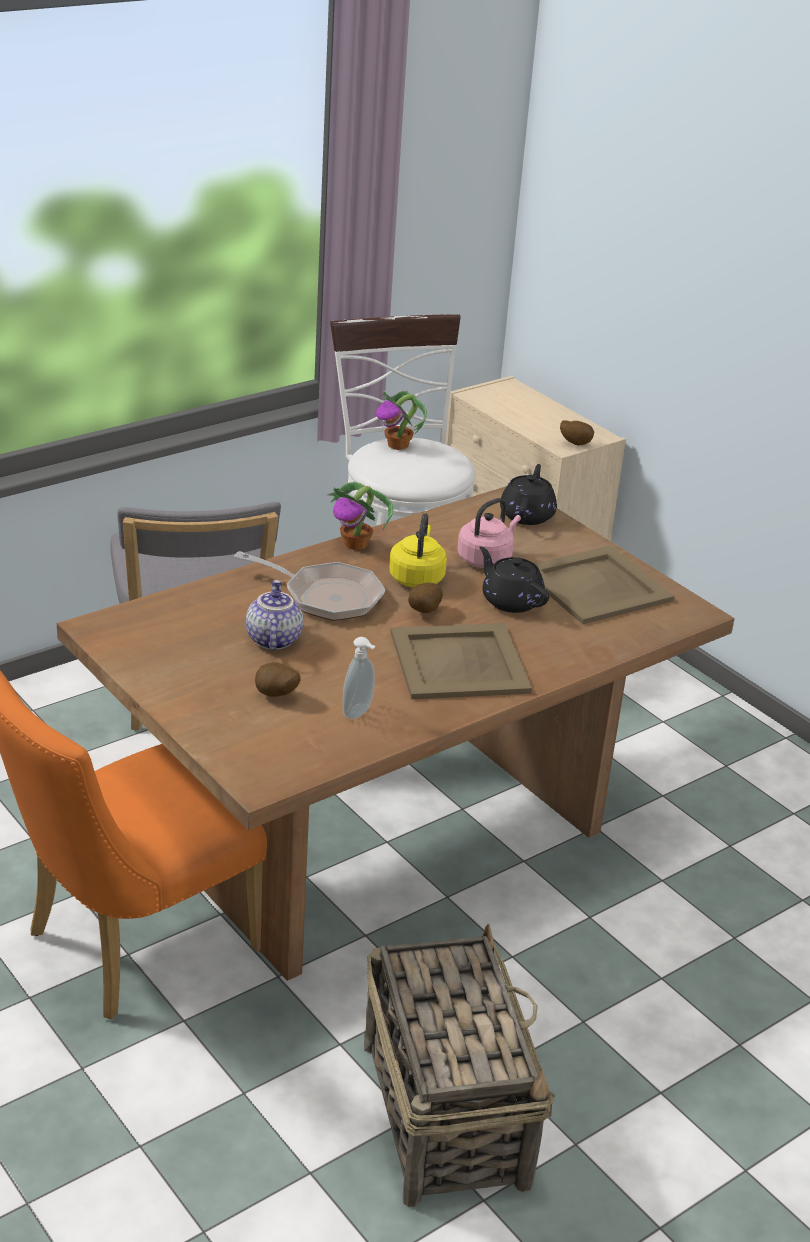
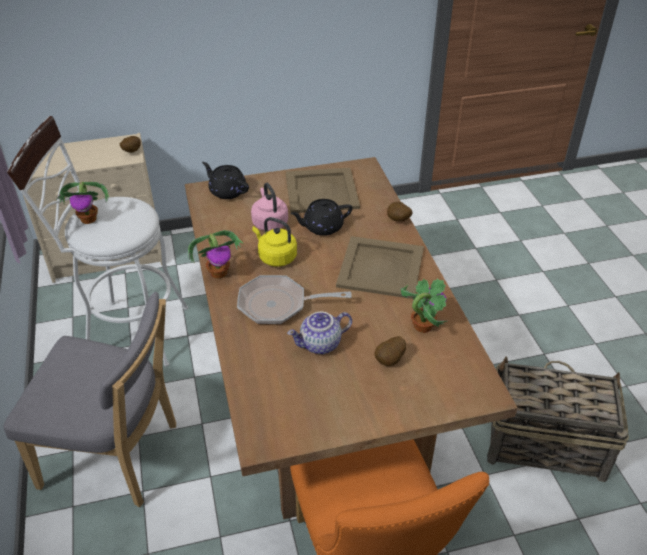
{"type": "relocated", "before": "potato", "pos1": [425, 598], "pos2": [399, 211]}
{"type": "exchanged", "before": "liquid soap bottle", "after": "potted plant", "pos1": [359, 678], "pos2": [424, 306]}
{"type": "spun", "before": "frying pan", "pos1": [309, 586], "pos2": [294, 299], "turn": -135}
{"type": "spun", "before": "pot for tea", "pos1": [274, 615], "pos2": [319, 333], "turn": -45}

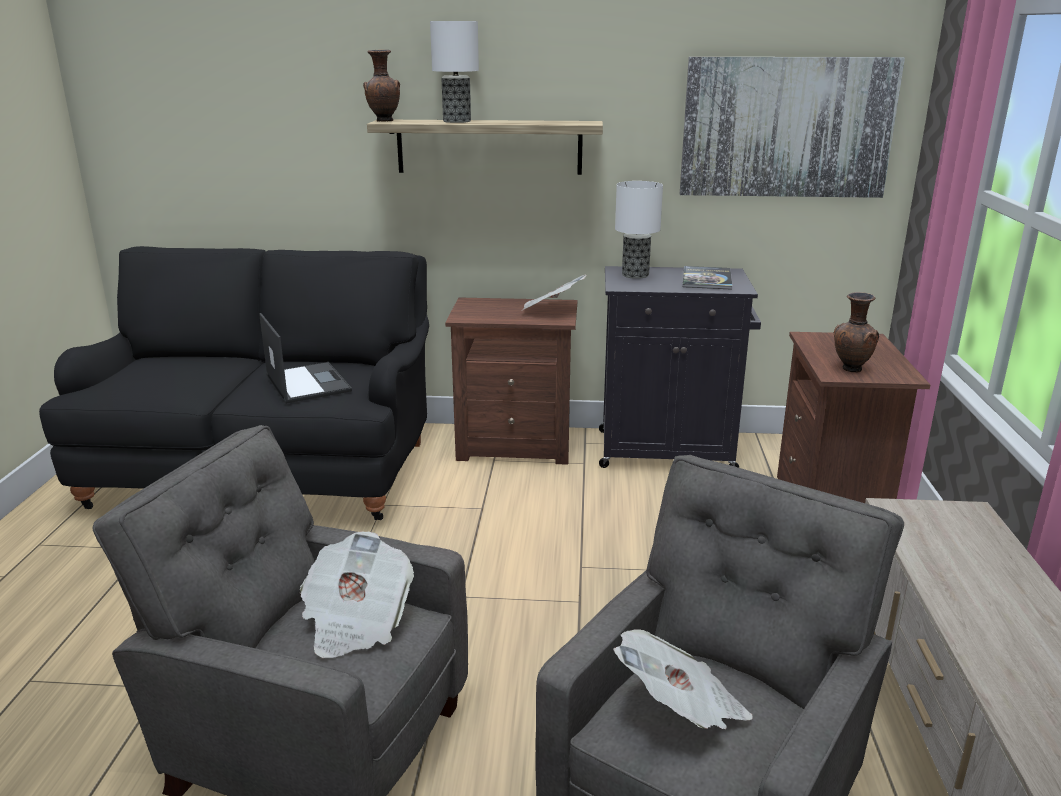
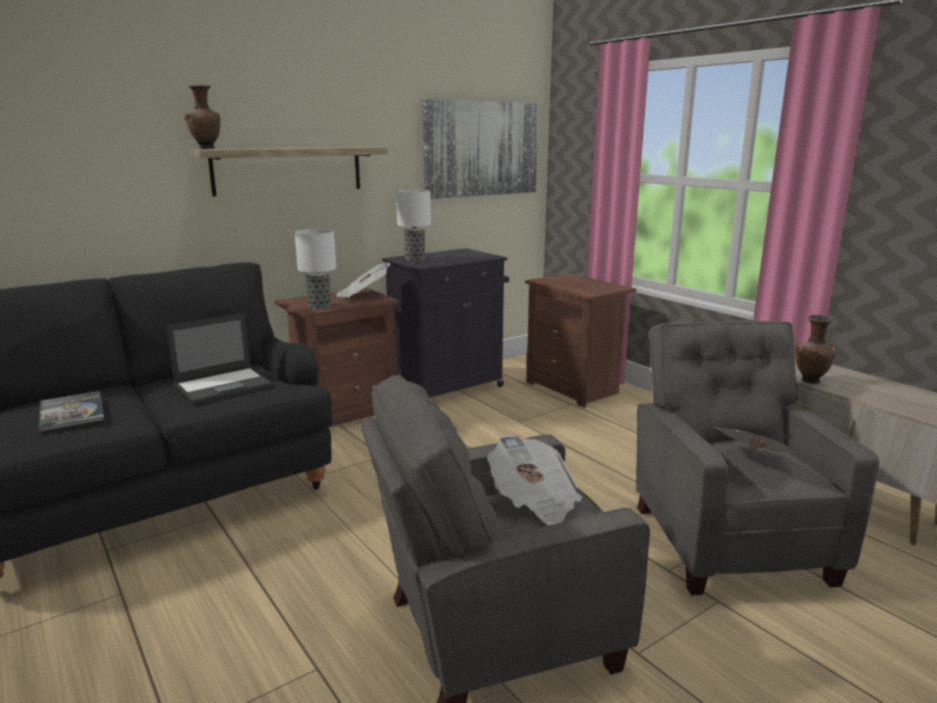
{"type": "relocated", "before": "tabletop lamp", "pos1": [454, 72], "pos2": [315, 269]}
{"type": "relocated", "before": "book", "pos1": [707, 278], "pos2": [71, 411]}
{"type": "relocated", "before": "brown-coloured decorative vase", "pos1": [856, 332], "pos2": [815, 349]}
{"type": "spun", "before": "notebook computer", "pos1": [305, 358], "pos2": [219, 358], "turn": 120}

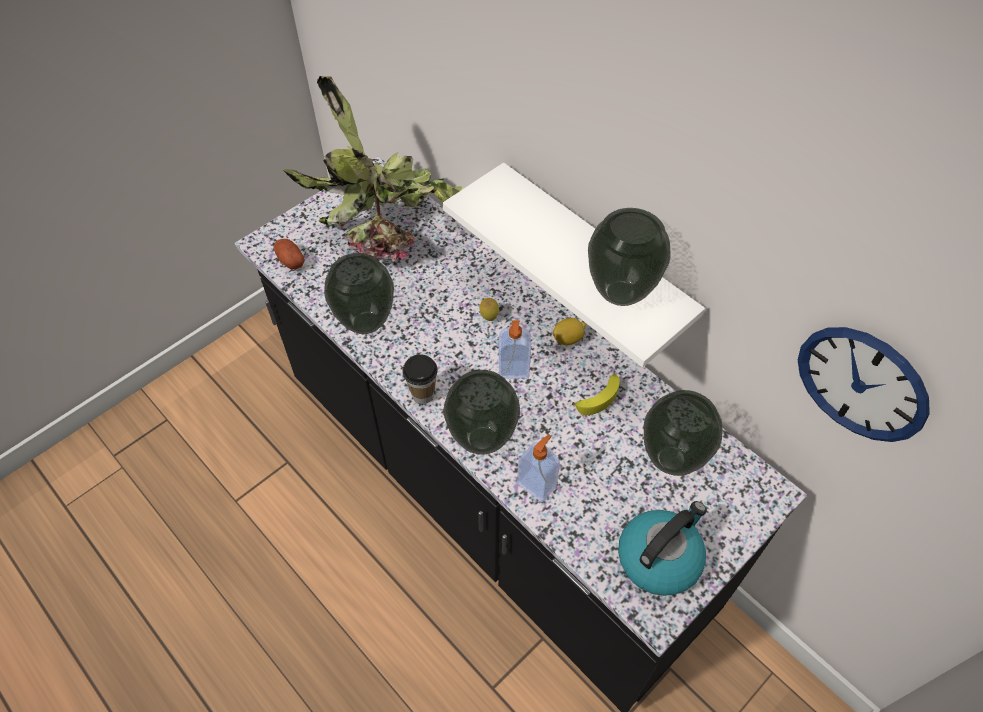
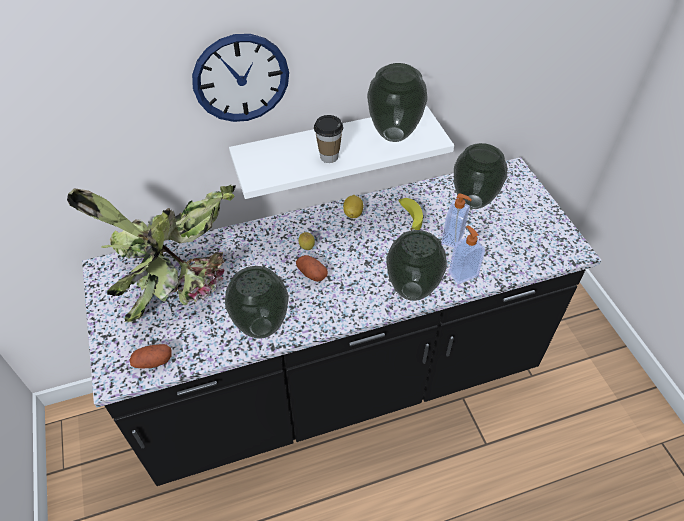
{"type": "missing", "before": "kettle", "pos1": [662, 548]}
{"type": "appeared", "after": "potato", "pos2": [312, 268]}
{"type": "relocated", "before": "cup", "pos1": [420, 379], "pos2": [328, 139]}
{"type": "relocated", "before": "liquid soap bottle", "pos1": [515, 349], "pos2": [456, 220]}
{"type": "relocated", "before": "wall clock", "pos1": [864, 384], "pos2": [240, 78]}

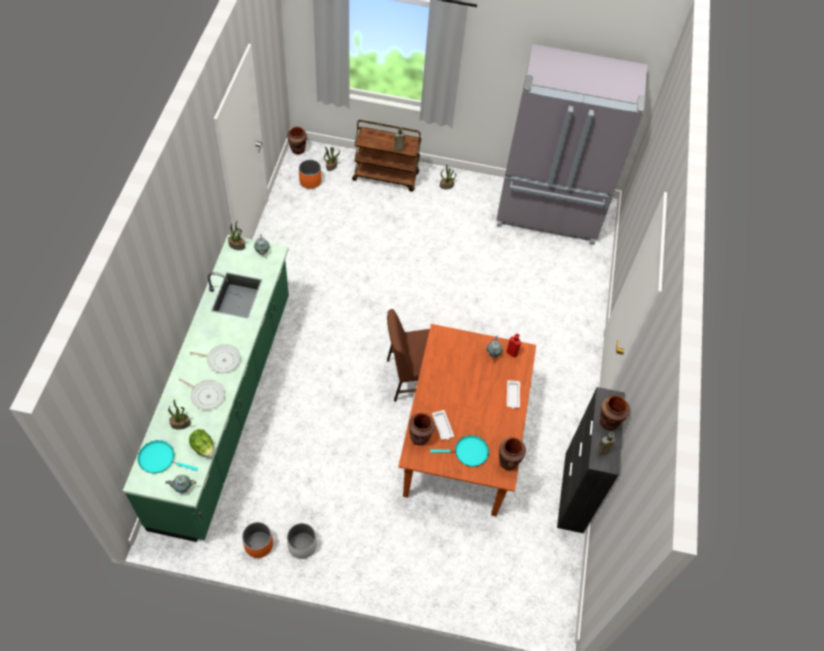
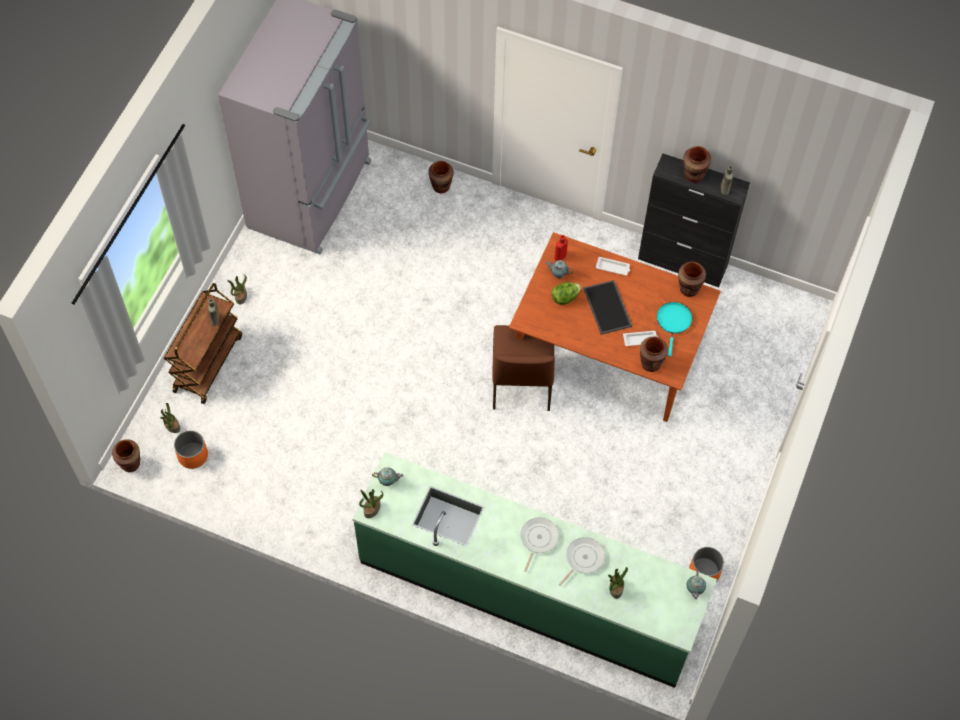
{"type": "missing", "before": "blue-green frying pan", "pos1": [168, 456]}
{"type": "missing", "before": "white plant pot", "pos1": [302, 541]}
{"type": "appeared", "after": "brown-coloured decorative vase", "pos2": [441, 177]}
{"type": "appeared", "after": "tray", "pos2": [607, 307]}
{"type": "relocated", "before": "lettuce", "pos1": [201, 443], "pos2": [567, 293]}

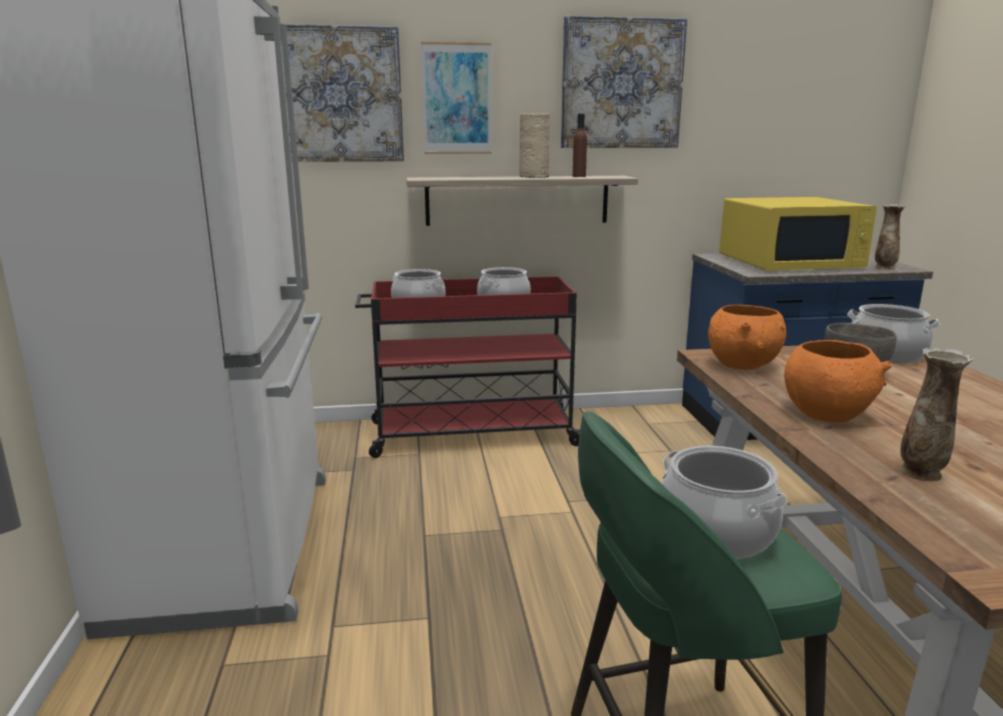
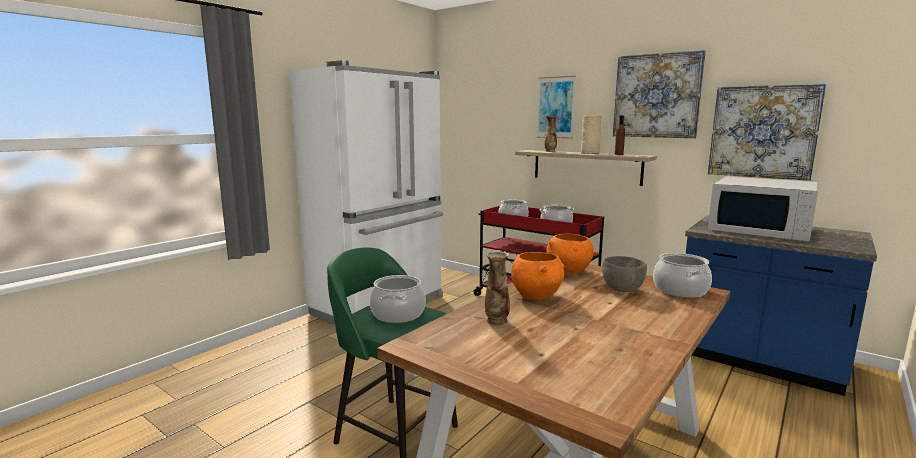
{"type": "relocated", "before": "wall picture", "pos1": [342, 93], "pos2": [767, 132]}
{"type": "relocated", "before": "decorative vase", "pos1": [890, 237], "pos2": [551, 134]}
{"type": "colour", "before": "yellow-coloured microwave oven", "after": "white microwave oven", "pos1": [798, 233], "pos2": [763, 208]}

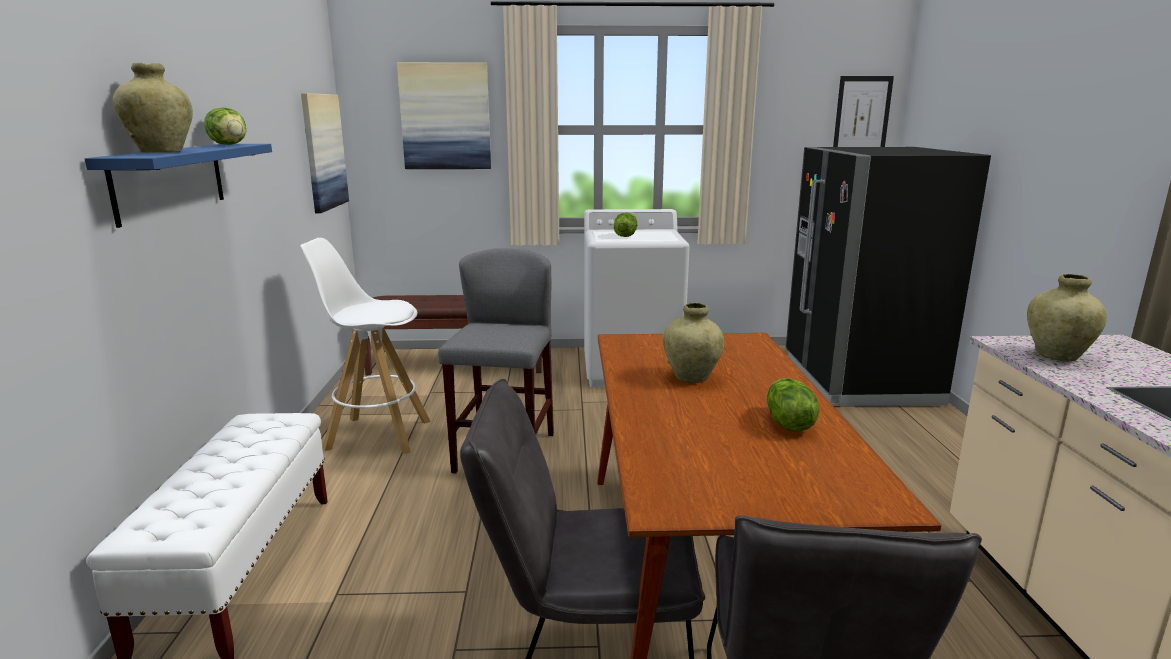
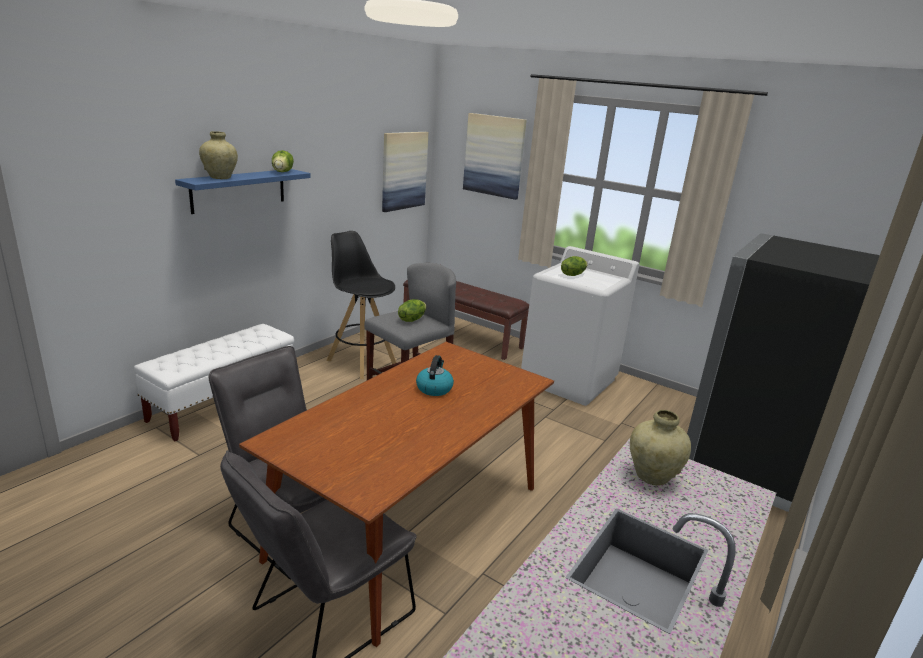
{"type": "missing", "before": "wall picture", "pos1": [863, 111]}
{"type": "relocated", "before": "lettuce", "pos1": [793, 405], "pos2": [412, 310]}
{"type": "exchanged", "before": "beige-coloured decorative vase", "after": "kettle", "pos1": [693, 343], "pos2": [435, 375]}
{"type": "colour", "before": "white stool seat", "after": "blackish stool seat", "pos1": [365, 346], "pos2": [362, 305]}

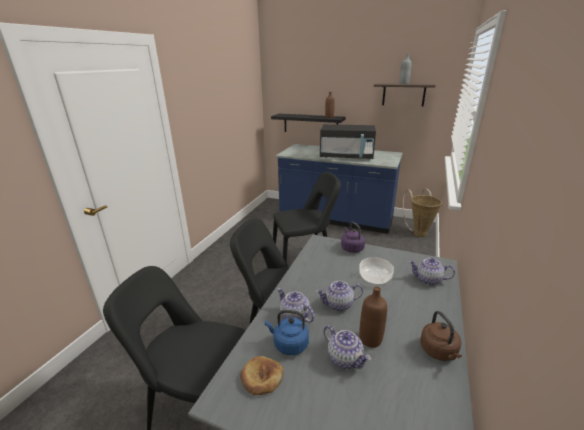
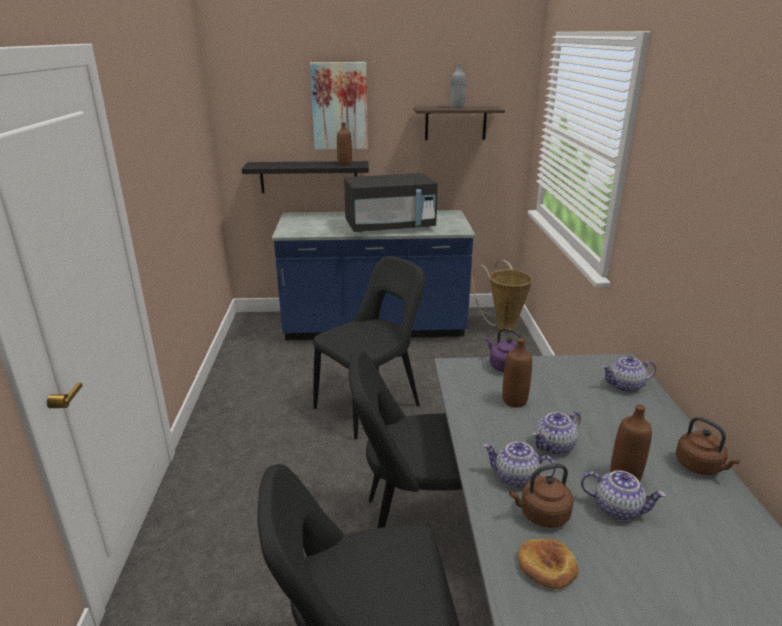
{"type": "missing", "before": "deep dish", "pos1": [376, 271]}
{"type": "appeared", "after": "wall picture", "pos2": [339, 106]}
{"type": "appeared", "after": "brown-coloured drink bottle", "pos2": [517, 373]}
{"type": "colour", "before": "blue kettle", "after": "brown-coloured kettle", "pos1": [287, 332], "pos2": [541, 496]}

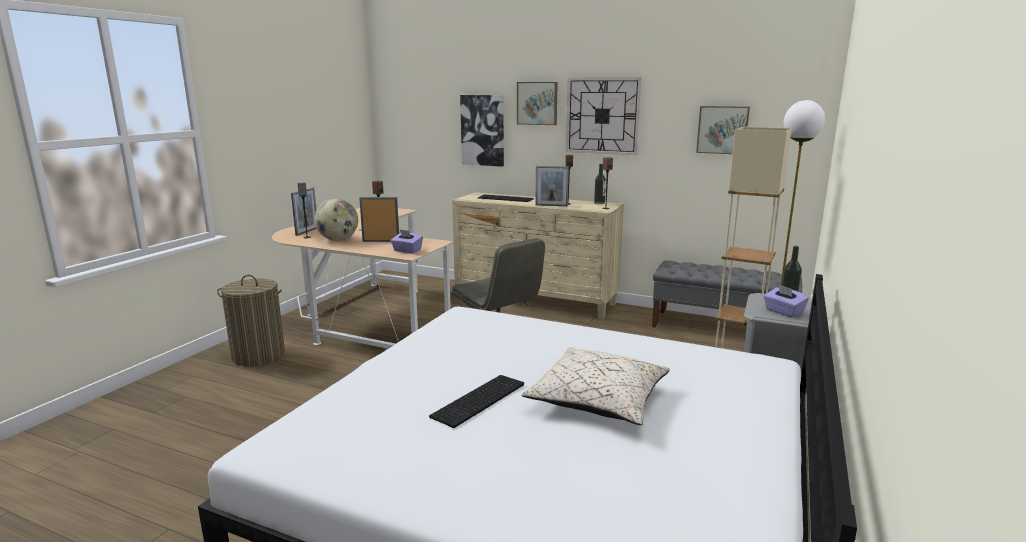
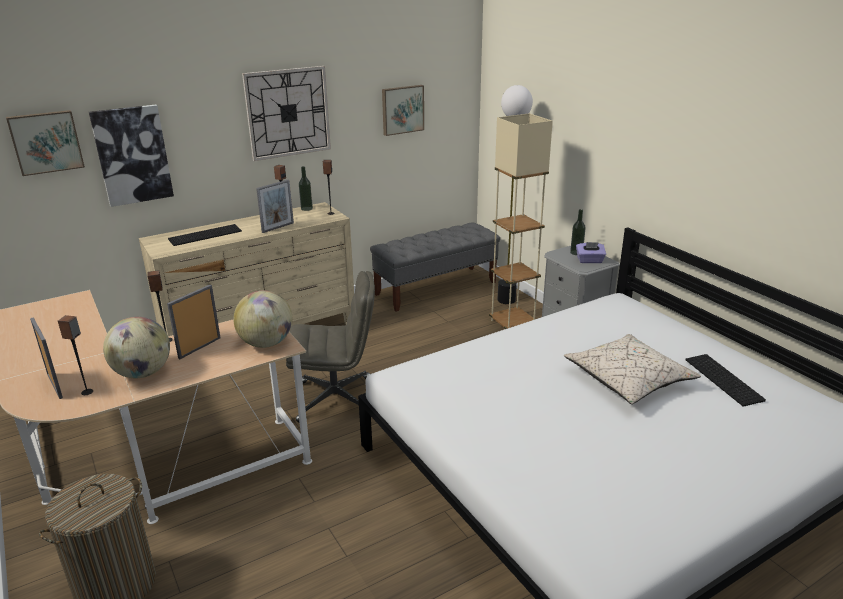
{"type": "relocated", "before": "keyboard", "pos1": [476, 401], "pos2": [726, 380]}
{"type": "relocated", "before": "wall picture", "pos1": [537, 103], "pos2": [45, 143]}
{"type": "exchanged", "before": "purplish tissue holder", "after": "desk globe", "pos1": [407, 241], "pos2": [262, 319]}

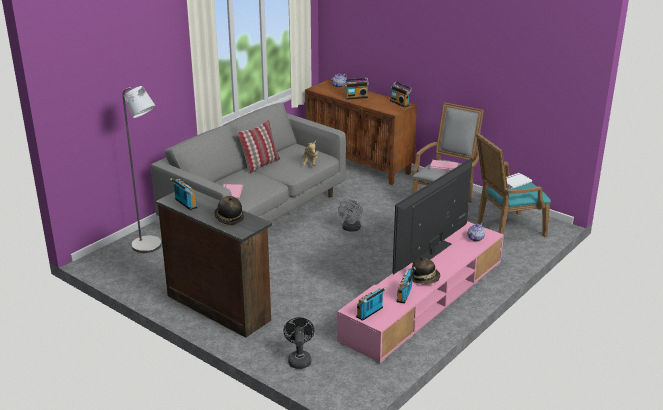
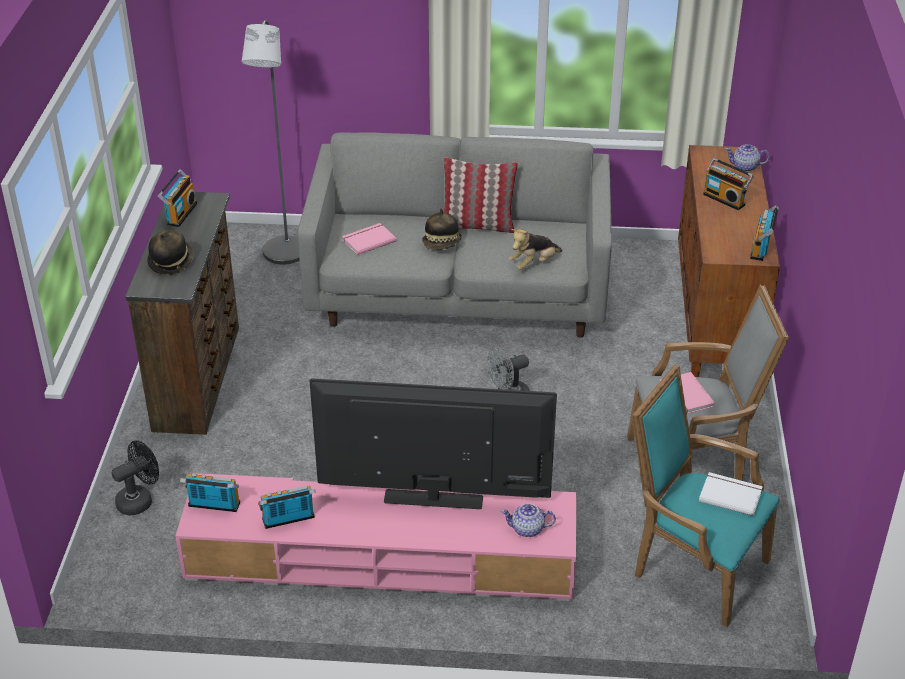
{"type": "relocated", "before": "wearable hat", "pos1": [426, 270], "pos2": [442, 229]}

